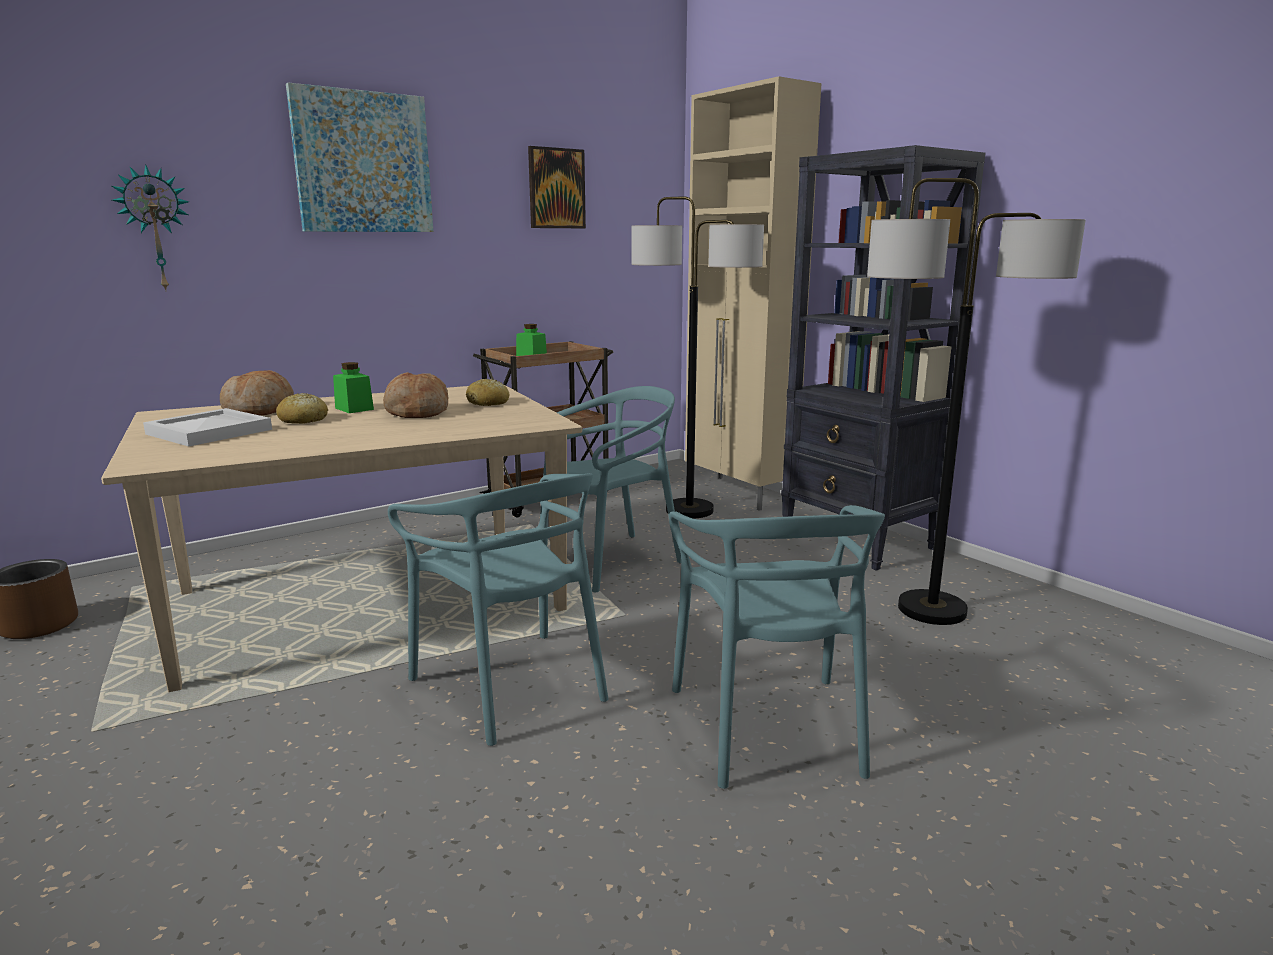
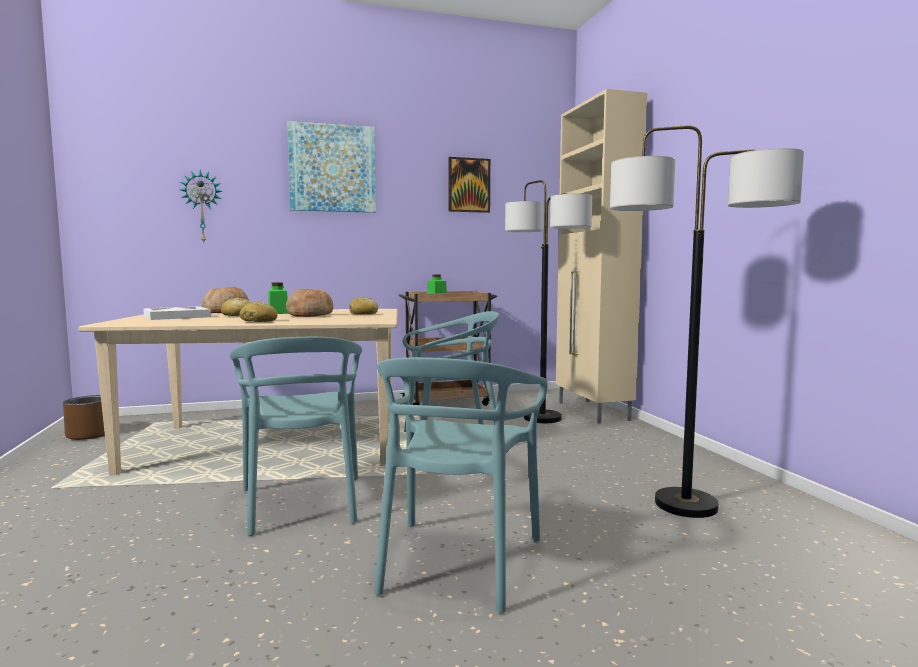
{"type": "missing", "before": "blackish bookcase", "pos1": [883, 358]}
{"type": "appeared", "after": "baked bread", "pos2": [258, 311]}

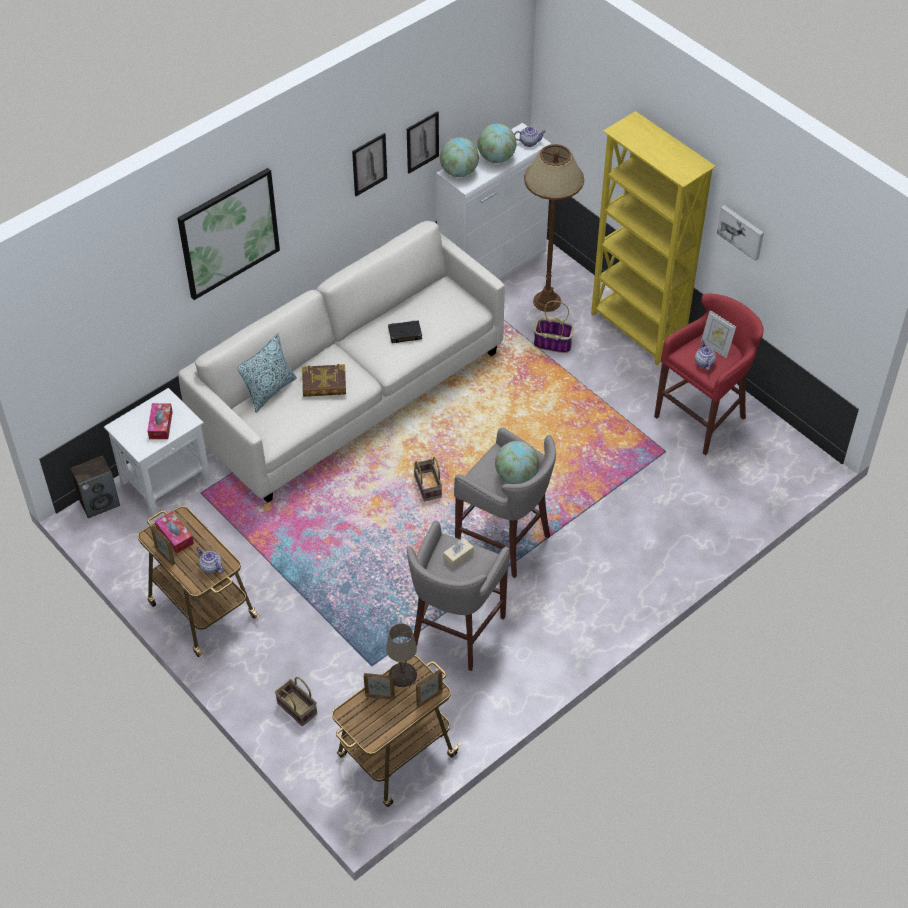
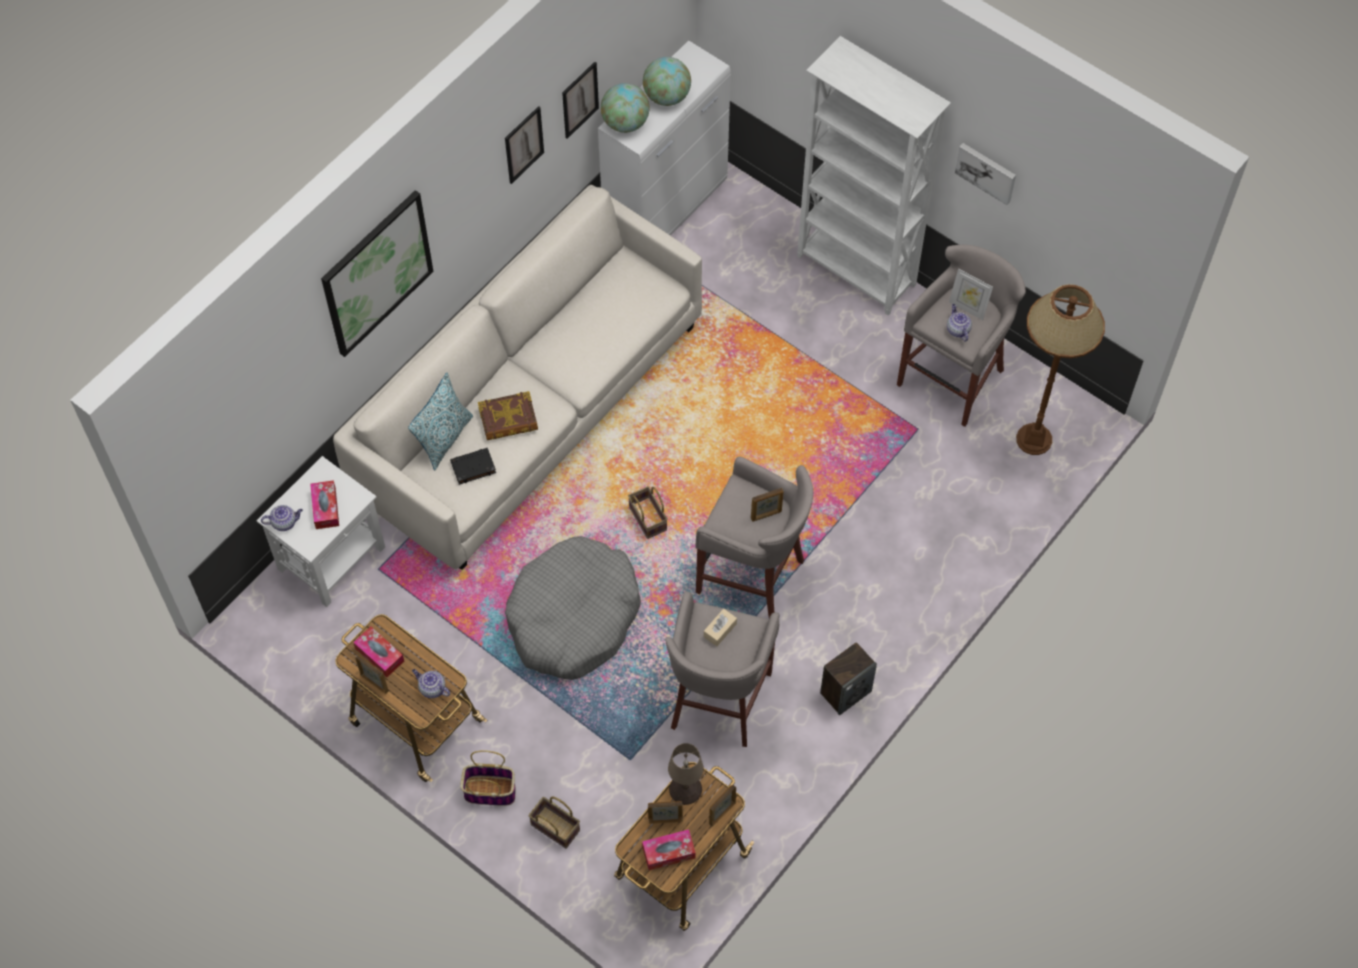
{"type": "appeared", "after": "gray dog bed", "pos2": [573, 608]}
{"type": "appeared", "after": "tissue holder", "pos2": [669, 849]}
{"type": "relocated", "before": "audio speaker", "pos1": [95, 487], "pos2": [848, 678]}
{"type": "relocated", "before": "blackish book", "pos1": [405, 331], "pos2": [473, 466]}
{"type": "relocated", "before": "pot for tea", "pos1": [530, 136], "pos2": [282, 518]}
{"type": "relocated", "before": "brown-coloured standing lamp", "pos1": [554, 228], "pos2": [1060, 369]}
{"type": "relocated", "before": "household basket", "pos1": [554, 327], "pos2": [488, 778]}
{"type": "exchanged", "before": "desk globe", "after": "picture frame", "pos1": [517, 462], "pos2": [767, 504]}
{"type": "colour", "before": "yellow-coloured bookcase", "after": "white bookcase", "pos1": [653, 238], "pos2": [874, 175]}
{"type": "colour", "before": "red stool seat", "after": "gray stool seat", "pos1": [708, 374], "pos2": [961, 336]}

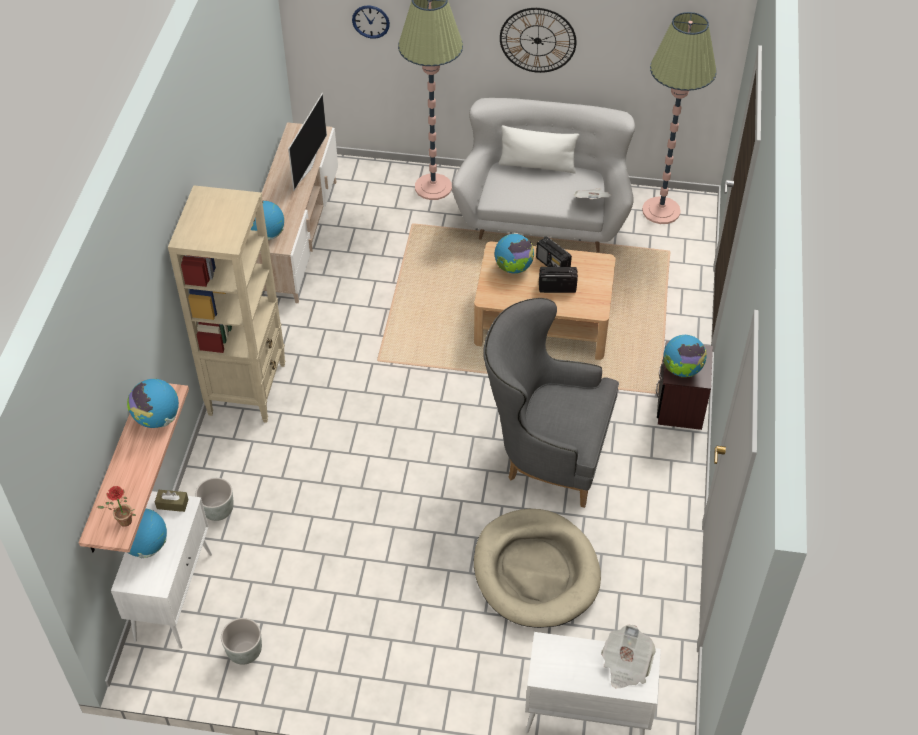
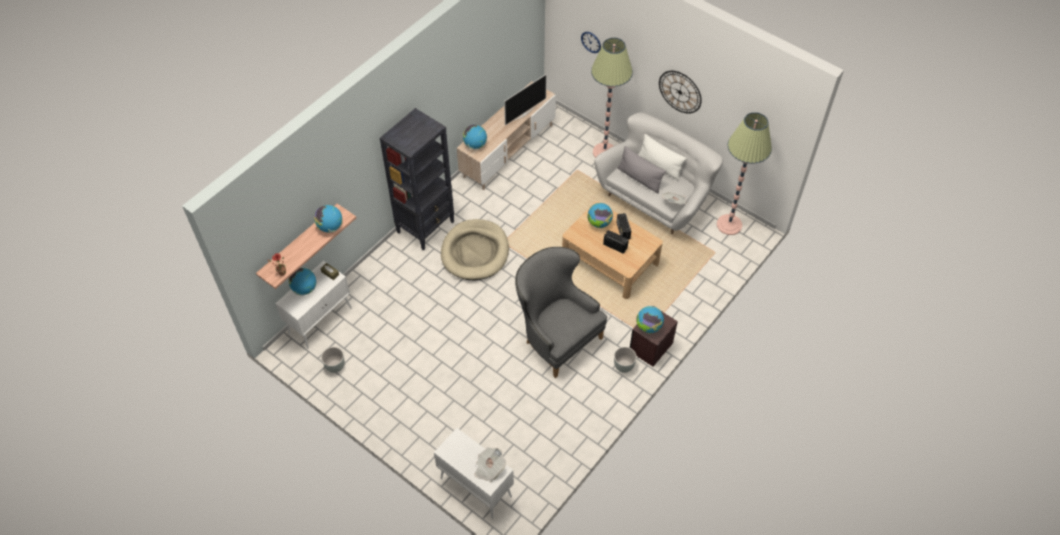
{"type": "appeared", "after": "gray pillow", "pos2": [641, 170]}
{"type": "relocated", "before": "gray plant pot", "pos1": [214, 499], "pos2": [625, 360]}
{"type": "relocated", "before": "beige-coloured dog bed", "pos1": [537, 568], "pos2": [475, 249]}
{"type": "colour", "before": "beige-coloured bookcase", "after": "blackish bookcase", "pos1": [227, 304], "pos2": [417, 179]}

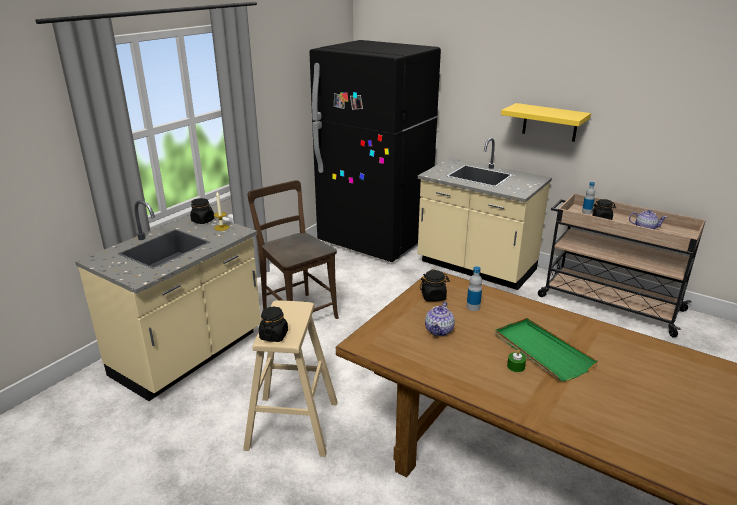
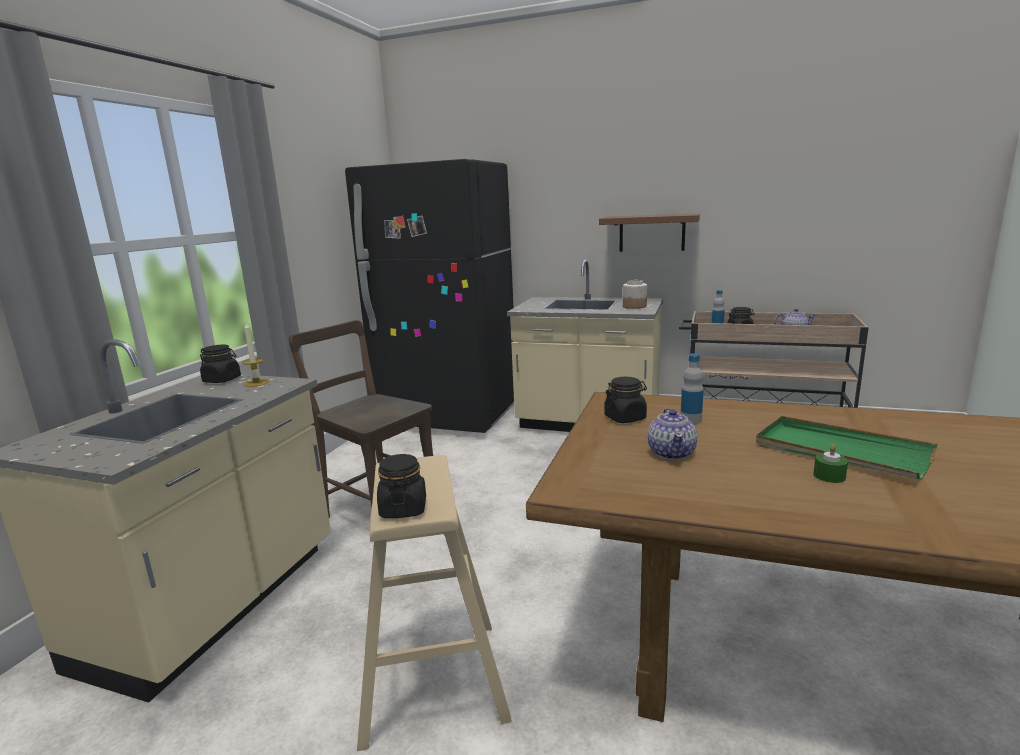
{"type": "appeared", "after": "storage jar", "pos2": [635, 294]}
{"type": "colour", "before": "yellow-coloured shelf", "after": "brown-coloured shelf", "pos1": [546, 122], "pos2": [649, 232]}

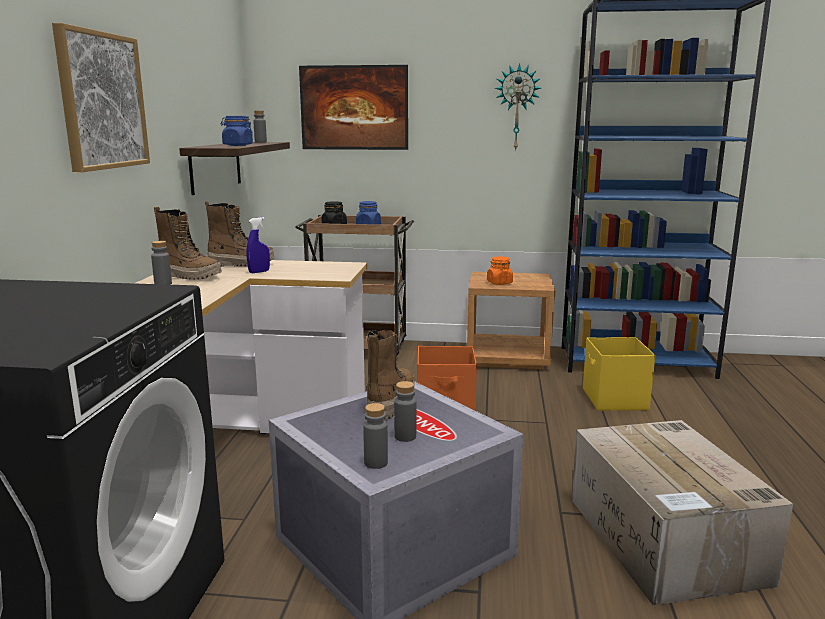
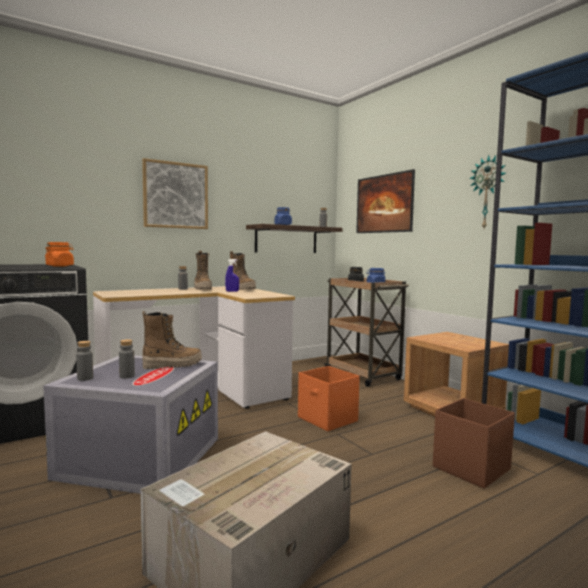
{"type": "relocated", "before": "orange-coloured storage jar", "pos1": [500, 271], "pos2": [59, 254]}
{"type": "colour", "before": "yellow-coloured storage bin", "after": "brown-coloured storage bin", "pos1": [619, 374], "pos2": [474, 443]}

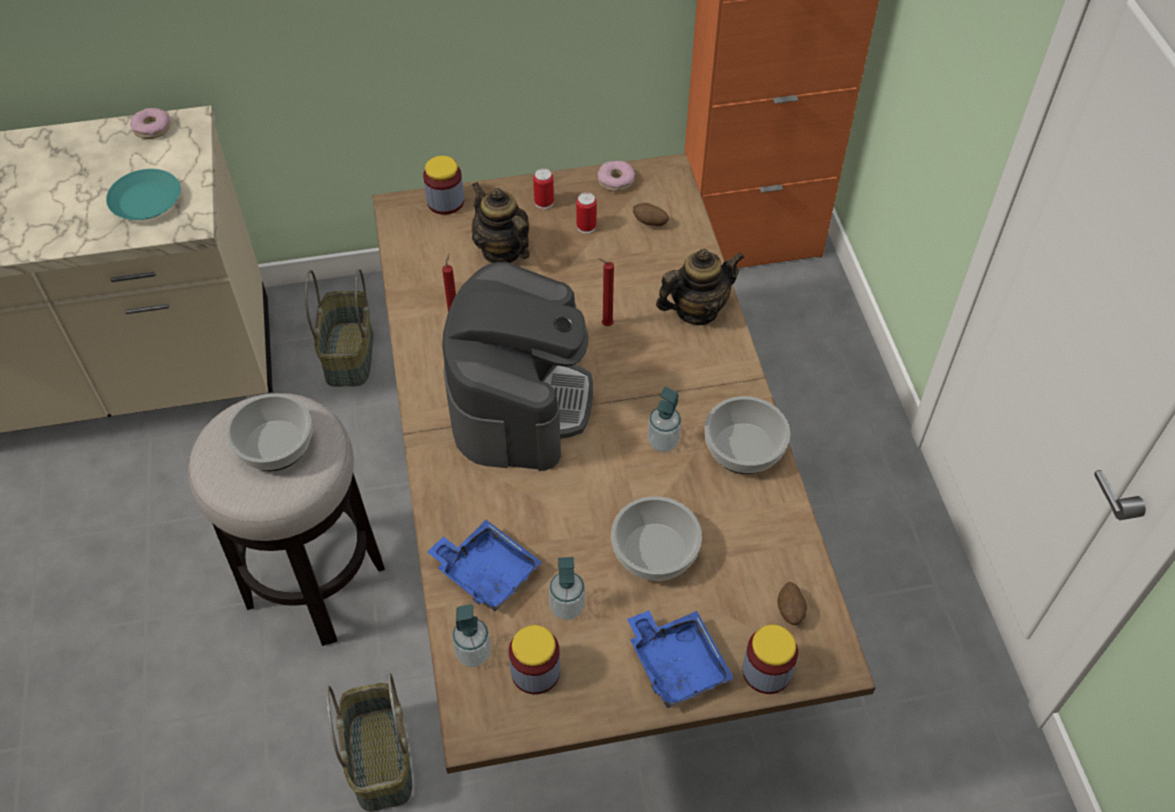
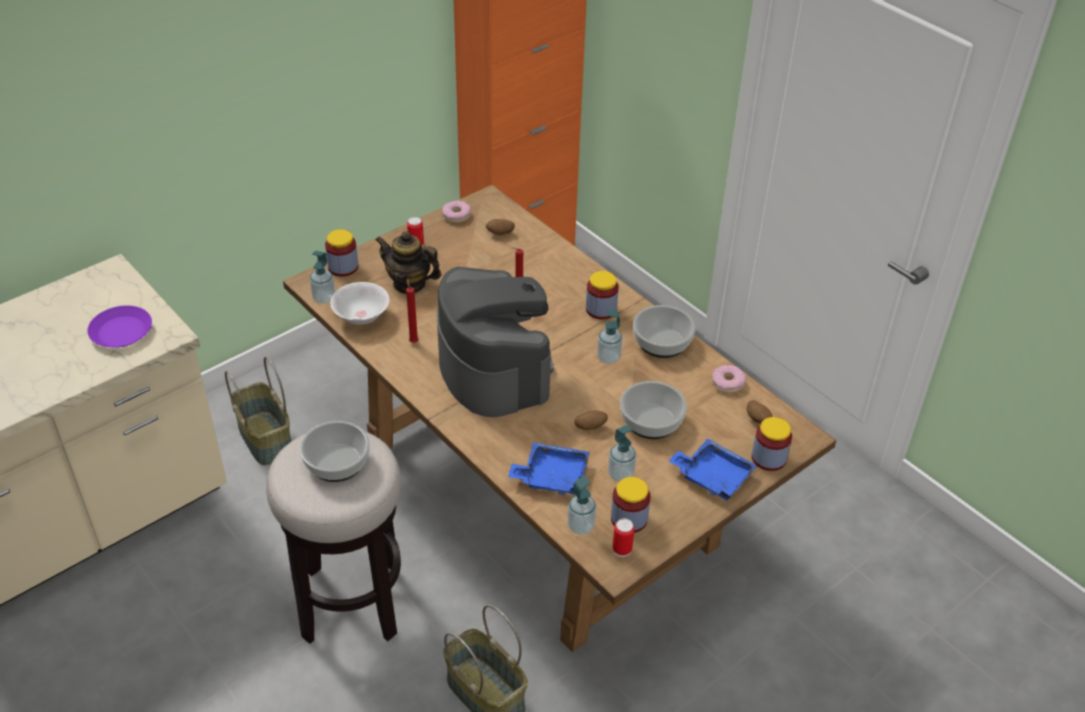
{"type": "missing", "before": "pot for tea", "pos1": [700, 287]}
{"type": "appeared", "after": "liquid soap bottle", "pos2": [322, 277]}
{"type": "appeared", "after": "white deep dish", "pos2": [359, 303]}
{"type": "appeared", "after": "potato", "pos2": [591, 420]}
{"type": "appeared", "after": "storage jar", "pos2": [602, 295]}
{"type": "relocated", "before": "donut", "pos1": [150, 123], "pos2": [729, 379]}
{"type": "relocated", "before": "can", "pos1": [586, 212], "pos2": [623, 537]}
{"type": "colour", "before": "blue-green flat dish", "after": "purplish flat dish", "pos1": [143, 194], "pos2": [119, 326]}

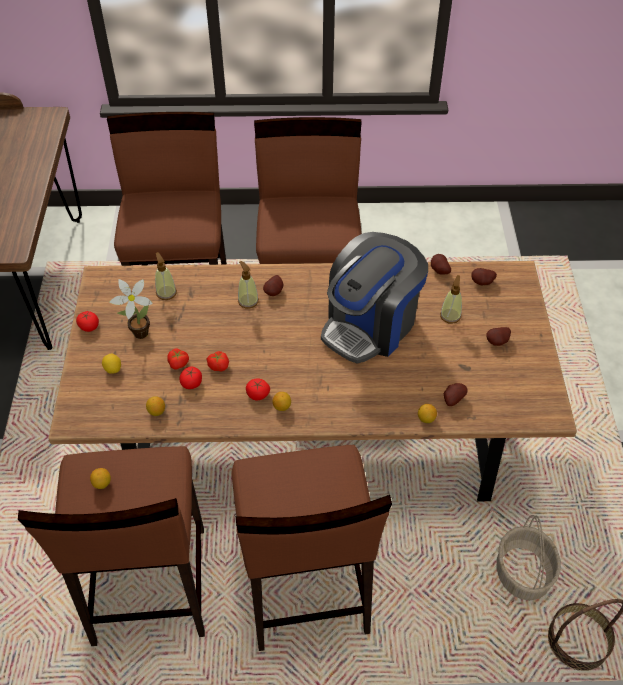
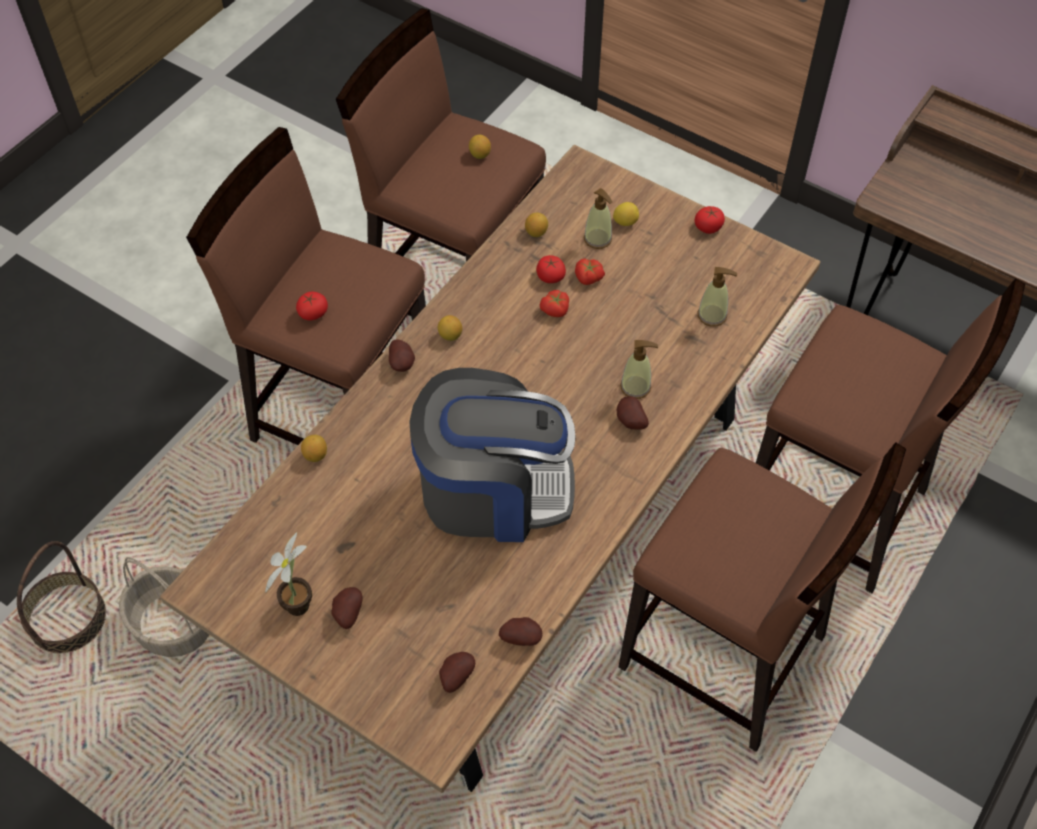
{"type": "relocated", "before": "potted plant", "pos1": [131, 309], "pos2": [288, 574]}
{"type": "relocated", "before": "whole tomato", "pos1": [258, 389], "pos2": [312, 306]}
{"type": "relocated", "before": "liquid soap bottle", "pos1": [451, 299], "pos2": [598, 218]}
{"type": "relocated", "before": "potato", "pos1": [456, 394], "pos2": [402, 355]}
{"type": "spun", "before": "coffee brewer", "pos1": [374, 297], "pos2": [492, 455], "turn": 105}

